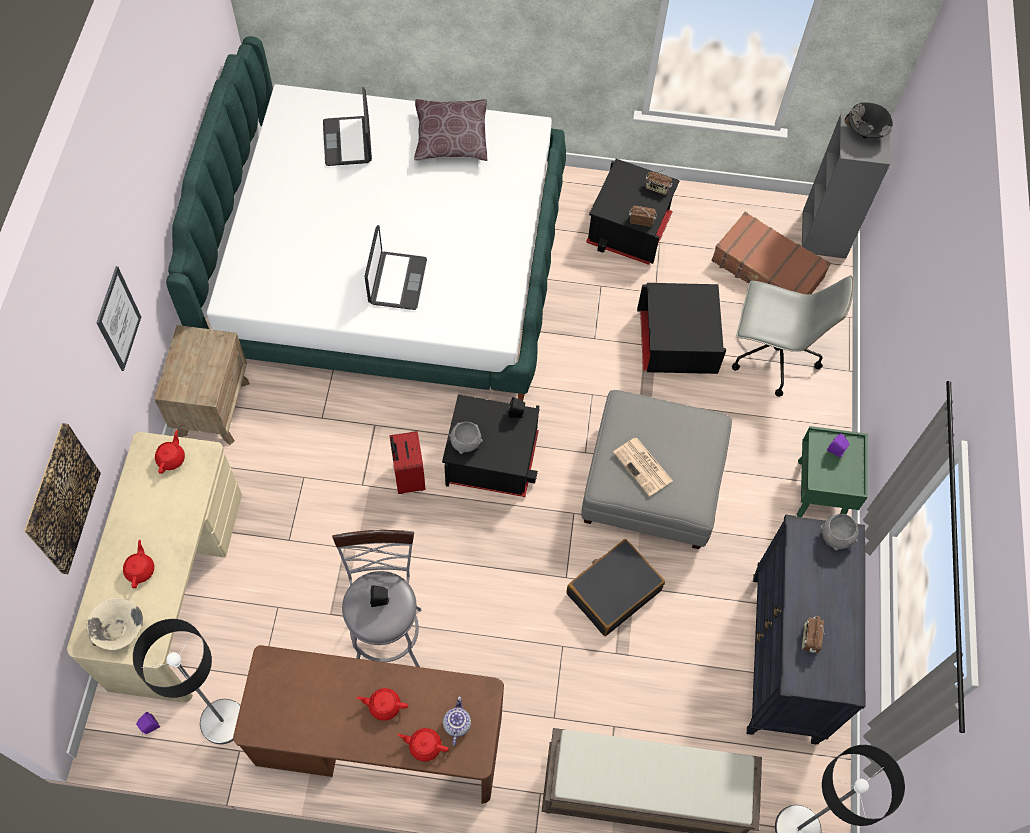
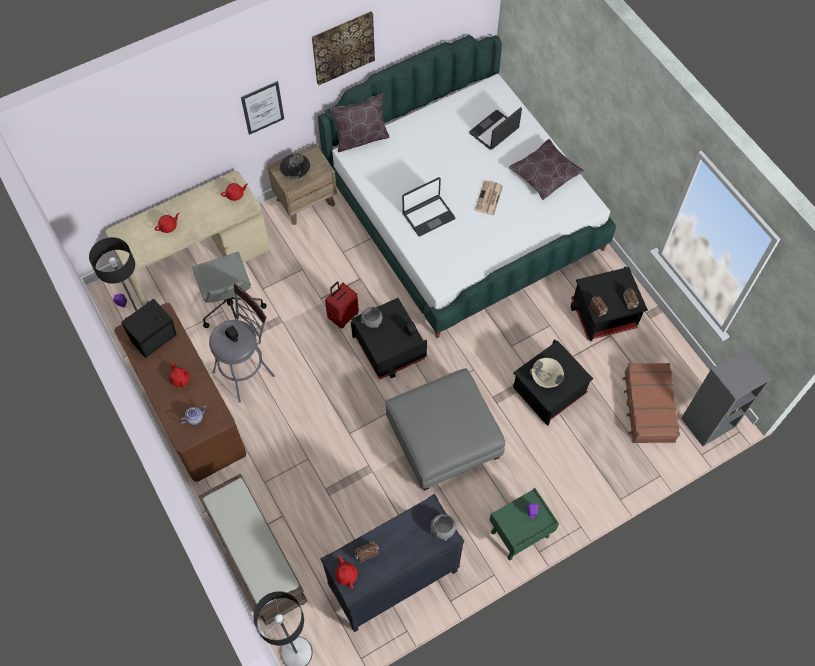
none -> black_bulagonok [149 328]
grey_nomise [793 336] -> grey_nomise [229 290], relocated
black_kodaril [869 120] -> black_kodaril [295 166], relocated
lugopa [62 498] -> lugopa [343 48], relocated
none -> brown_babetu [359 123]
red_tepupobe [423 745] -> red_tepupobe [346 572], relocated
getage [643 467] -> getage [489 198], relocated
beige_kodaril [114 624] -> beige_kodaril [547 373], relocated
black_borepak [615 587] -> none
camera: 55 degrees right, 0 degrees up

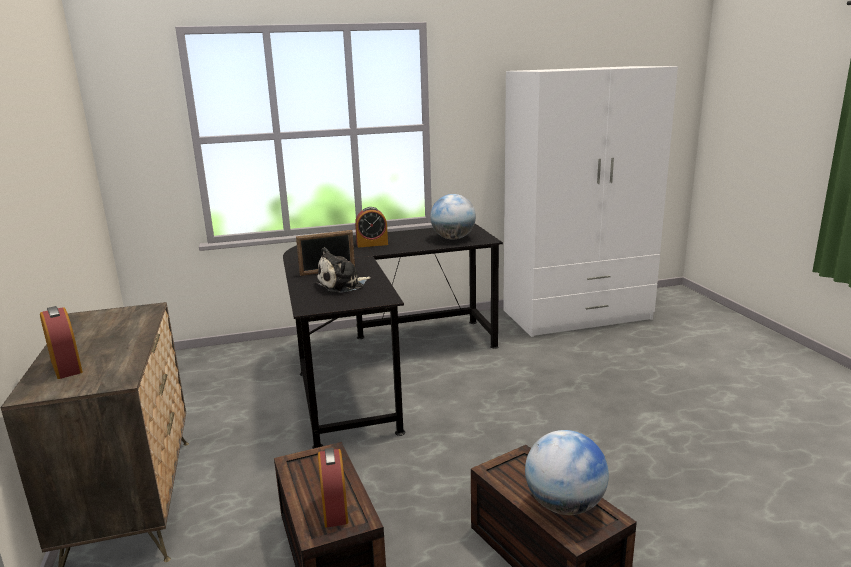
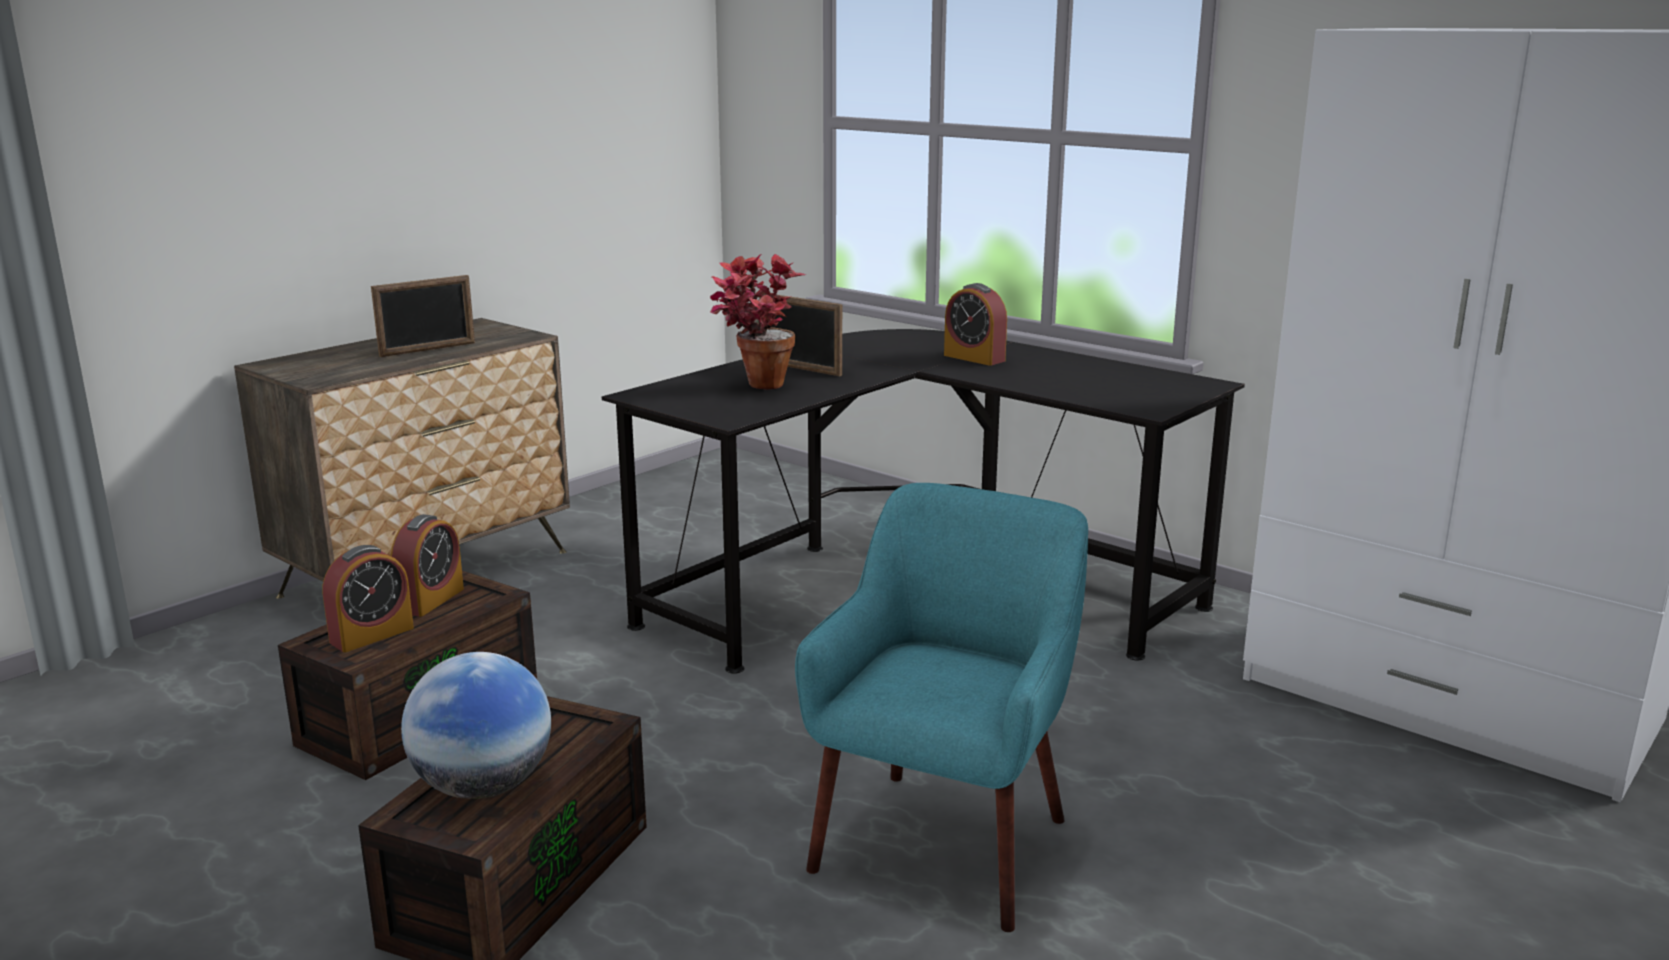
none -> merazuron [423 316]
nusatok [61 342] -> nusatok [427 565], relocated
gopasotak [343 270] -> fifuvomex [758 322]
none -> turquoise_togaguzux [941 707]
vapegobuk [453 217] -> none
camera: 55 degrees right, 0 degrees up

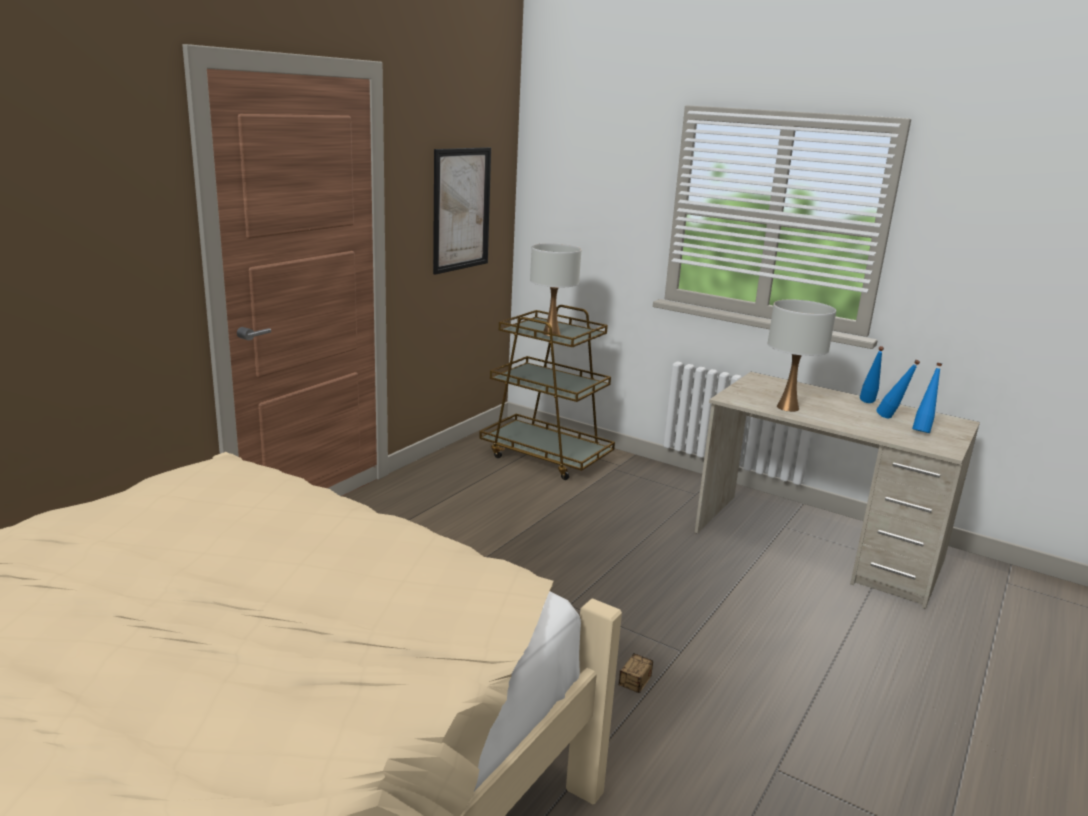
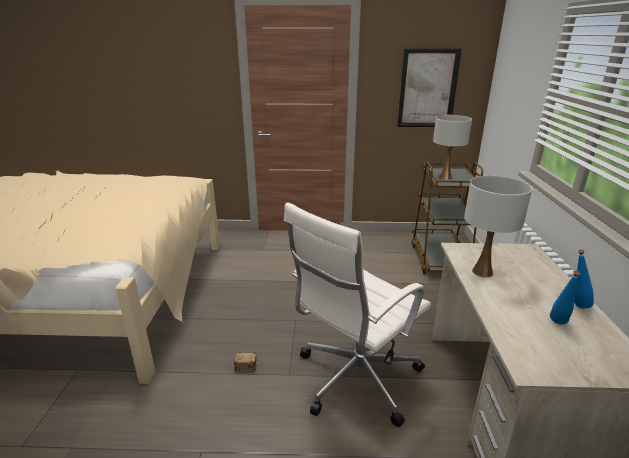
none -> white_nomise [357 315]
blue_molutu [927 398] -> none
camera: 60 degrees right, 5 degrees up

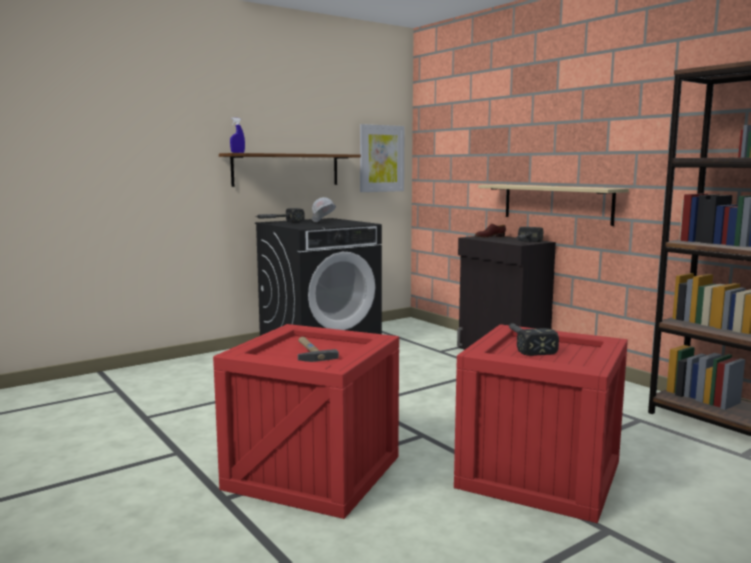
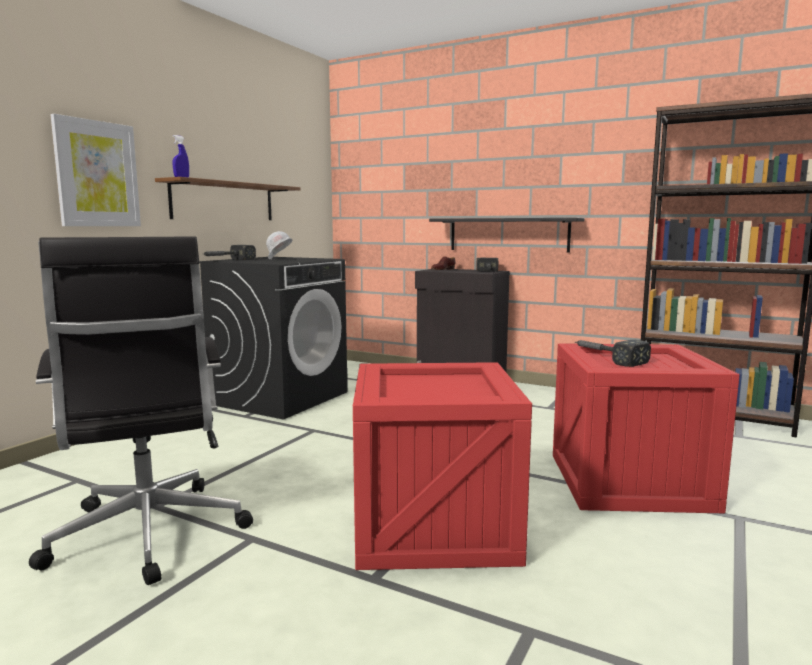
none -> black_nomise [141 410]
lugopa [382 158] -> lugopa [95 170], relocated
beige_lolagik [553 205] -> black_lolagik [507 235]
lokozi [318 349] -> none
camera: 25 degrees left, 0 degrees up

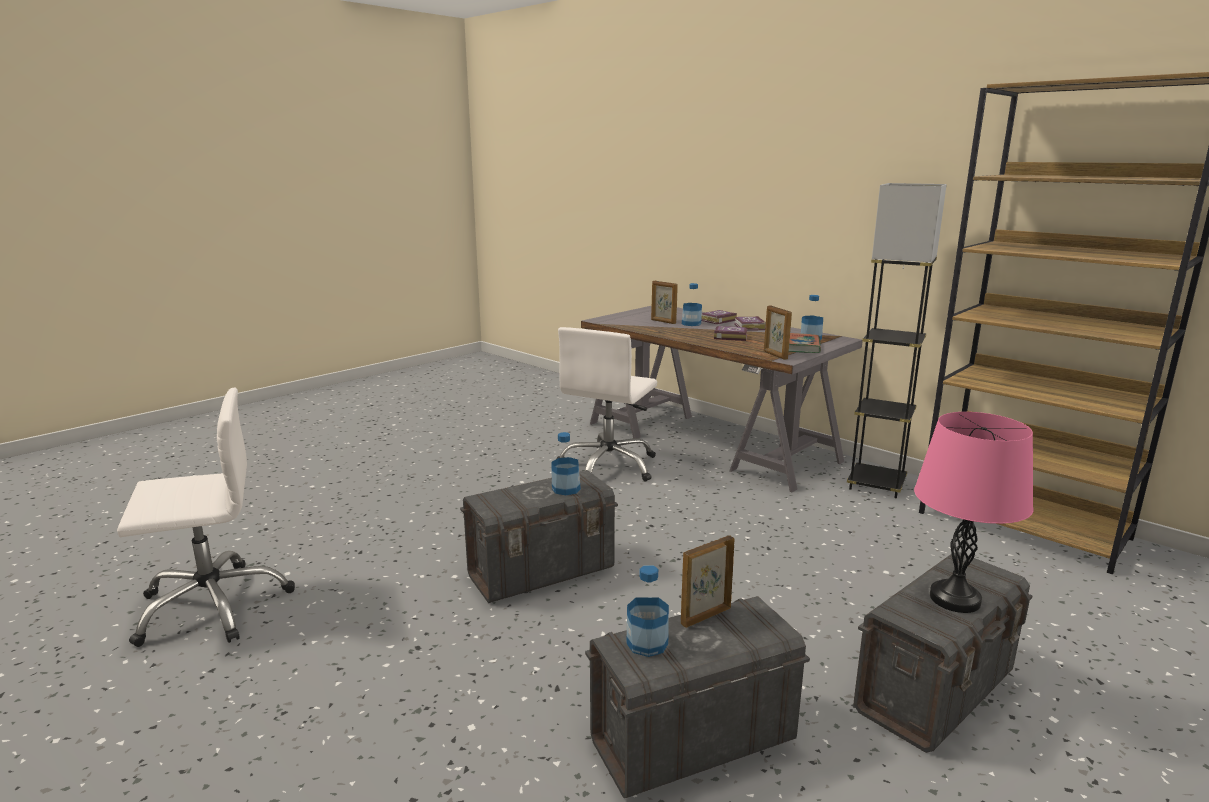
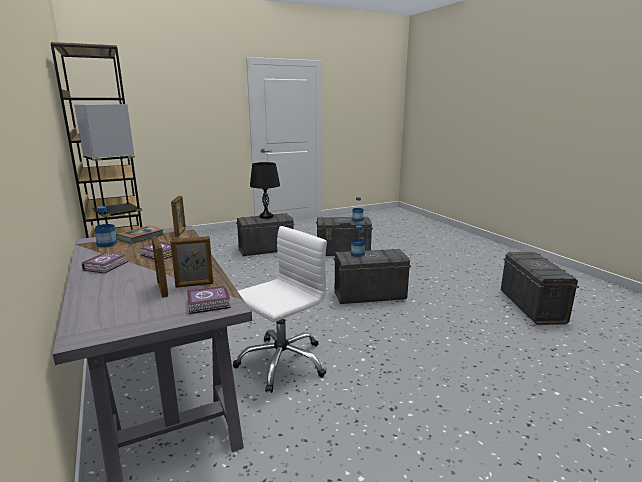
merazuron [708 581] -> merazuron [191 262], relocated
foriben [719 317] -> foriben [209 300], relocated
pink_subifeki [973 512] -> black_subifeki [265 190]
white_nomise [206 517] -> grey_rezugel [540 288]
molutu [692 304] -> none
camera: 160 degrees left, 0 degrees up

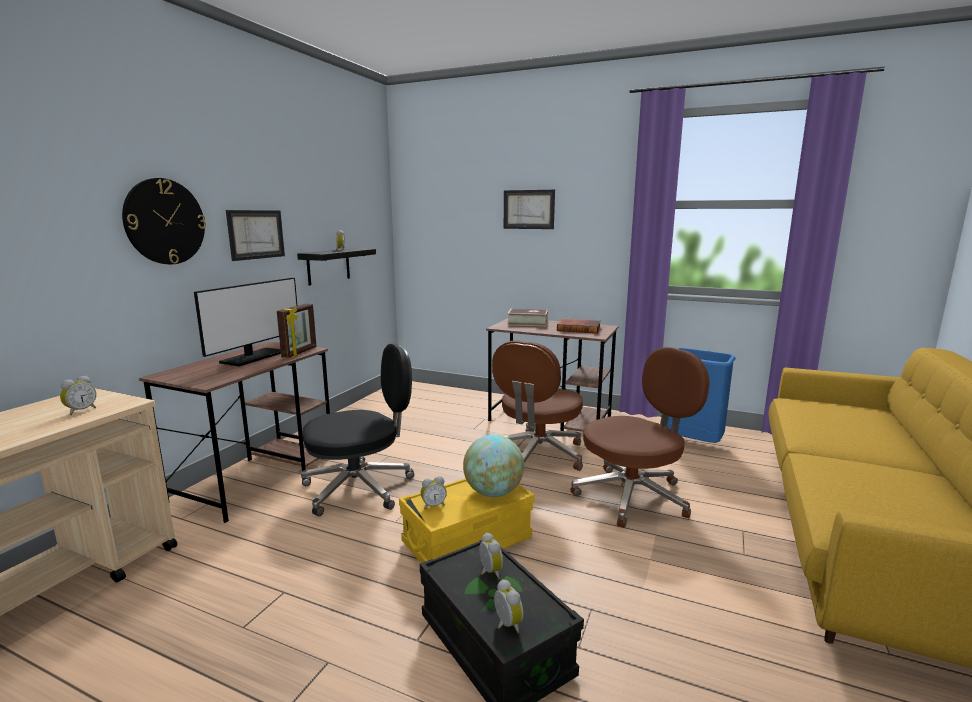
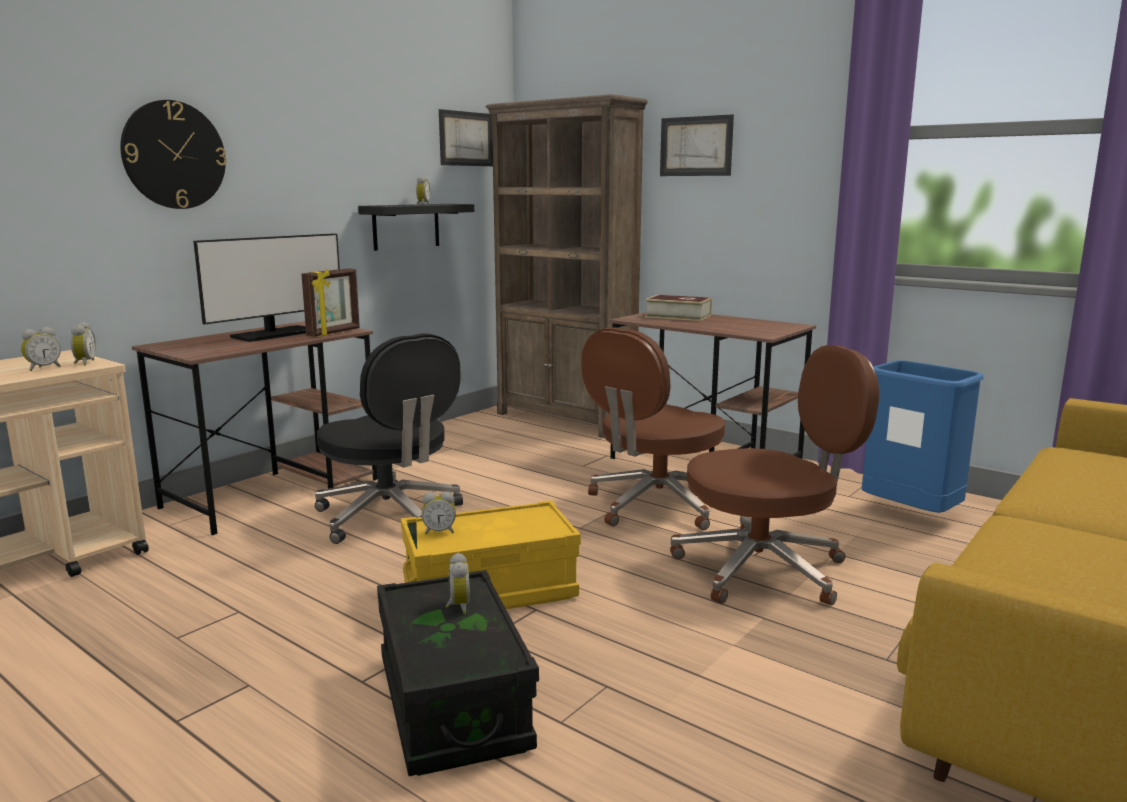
nusatok [509 606] -> nusatok [83 343], relocated
black_nomise [357 430] -> black_nomise [389 439], 60 degrees clockwise
lugopa [255 235] -> lugopa [466 137], relocated
none -> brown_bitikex [566 266]
vapegobuk [493 466] -> none
foriben [578 325] -> none
camera: 15 degrees right, 0 degrees up

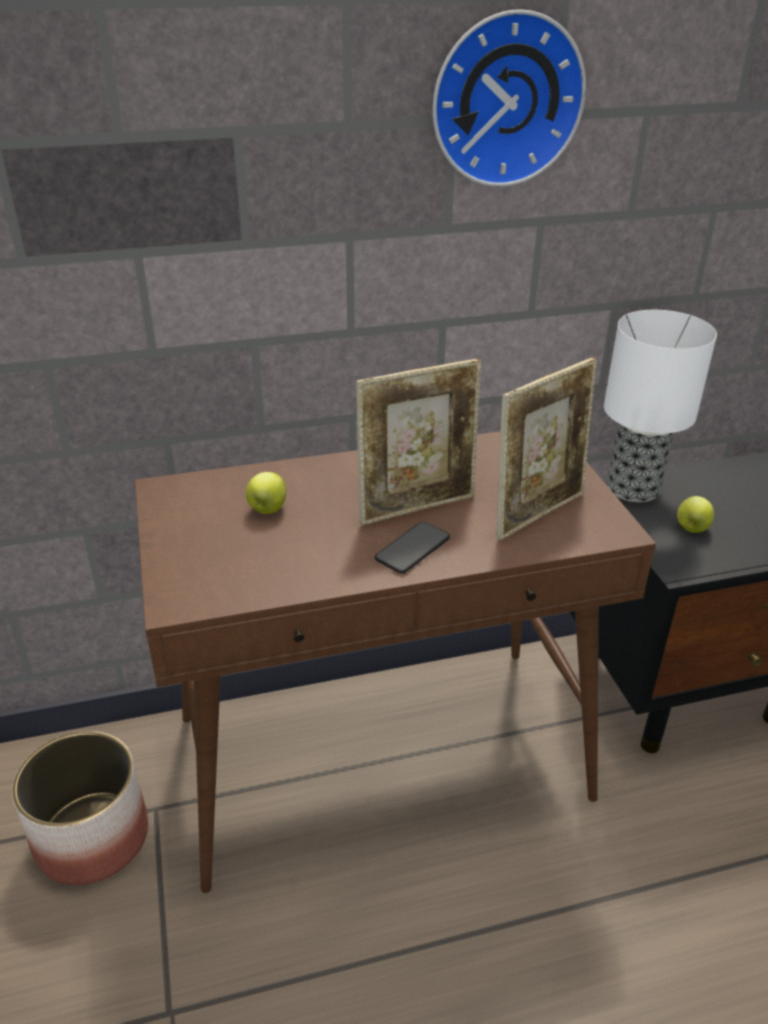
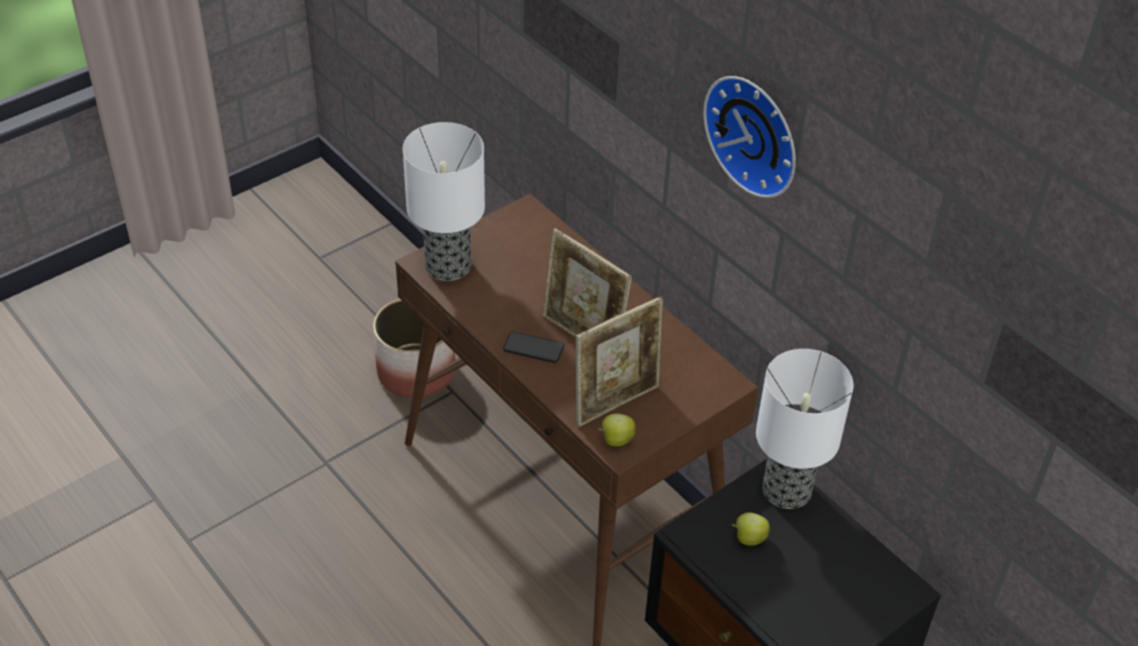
none -> subifeki [444 201]
merazuron [547 448] -> merazuron [619 361], 60 degrees counterclockwise
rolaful [266 493] -> rolaful [617 429], relocated
camera: 65 degrees right, 10 degrees up

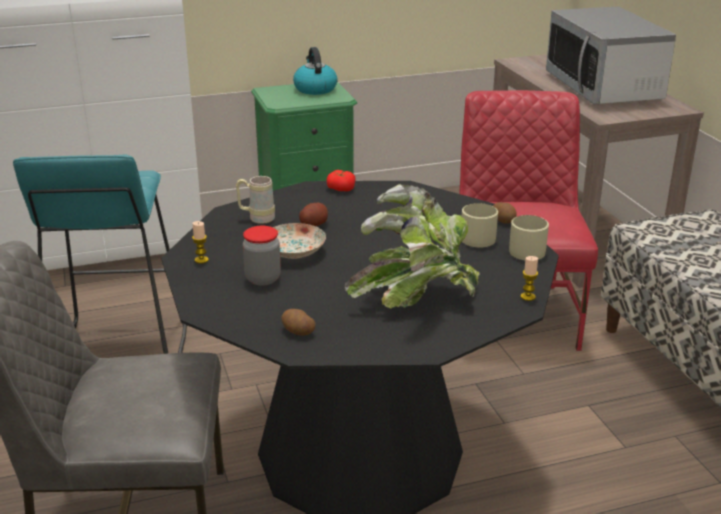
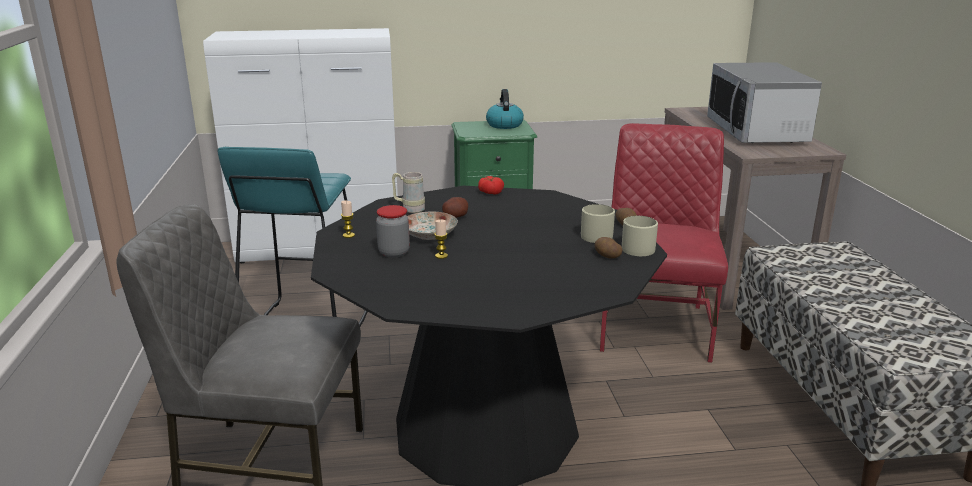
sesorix [529 278] -> sesorix [441 239], relocated
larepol [298 322] -> larepol [608 248], relocated
fifuvomex [412 246] -> none
camera: 10 degrees right, 5 degrees down

